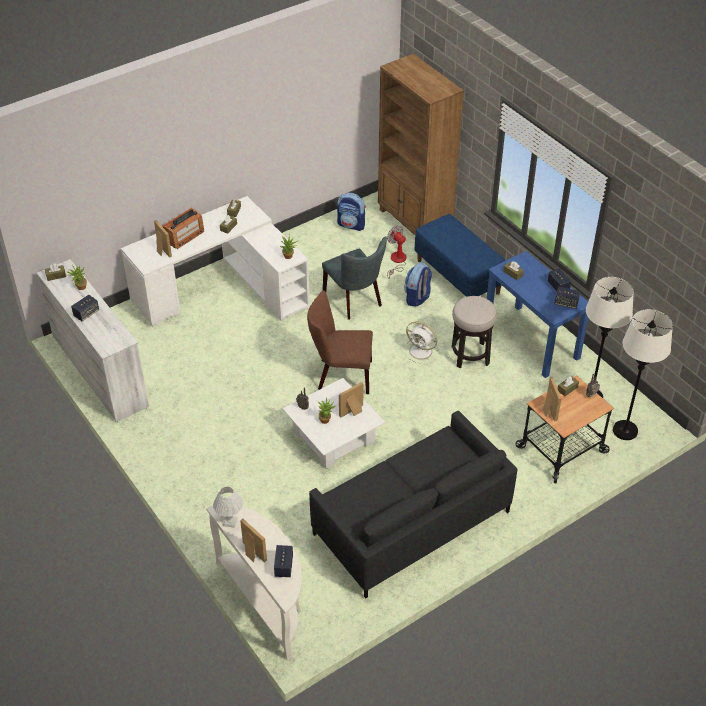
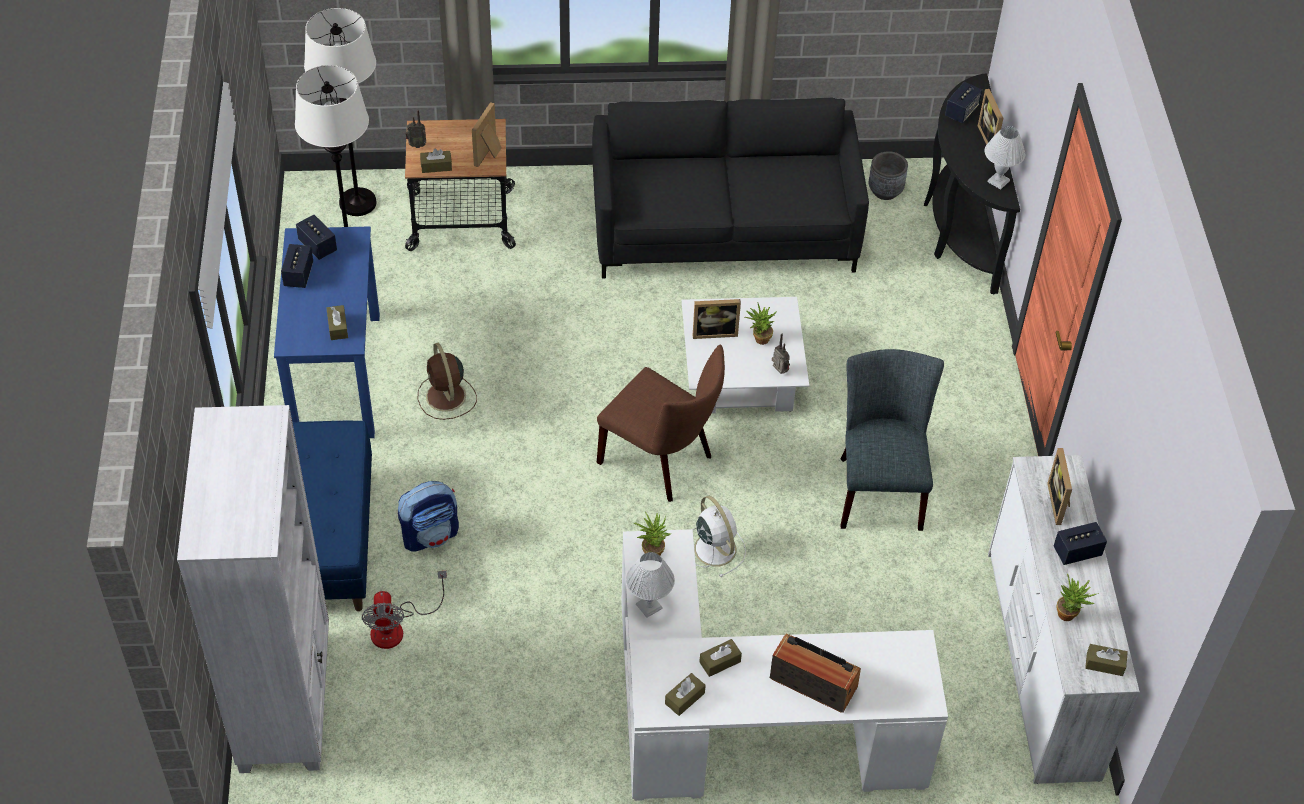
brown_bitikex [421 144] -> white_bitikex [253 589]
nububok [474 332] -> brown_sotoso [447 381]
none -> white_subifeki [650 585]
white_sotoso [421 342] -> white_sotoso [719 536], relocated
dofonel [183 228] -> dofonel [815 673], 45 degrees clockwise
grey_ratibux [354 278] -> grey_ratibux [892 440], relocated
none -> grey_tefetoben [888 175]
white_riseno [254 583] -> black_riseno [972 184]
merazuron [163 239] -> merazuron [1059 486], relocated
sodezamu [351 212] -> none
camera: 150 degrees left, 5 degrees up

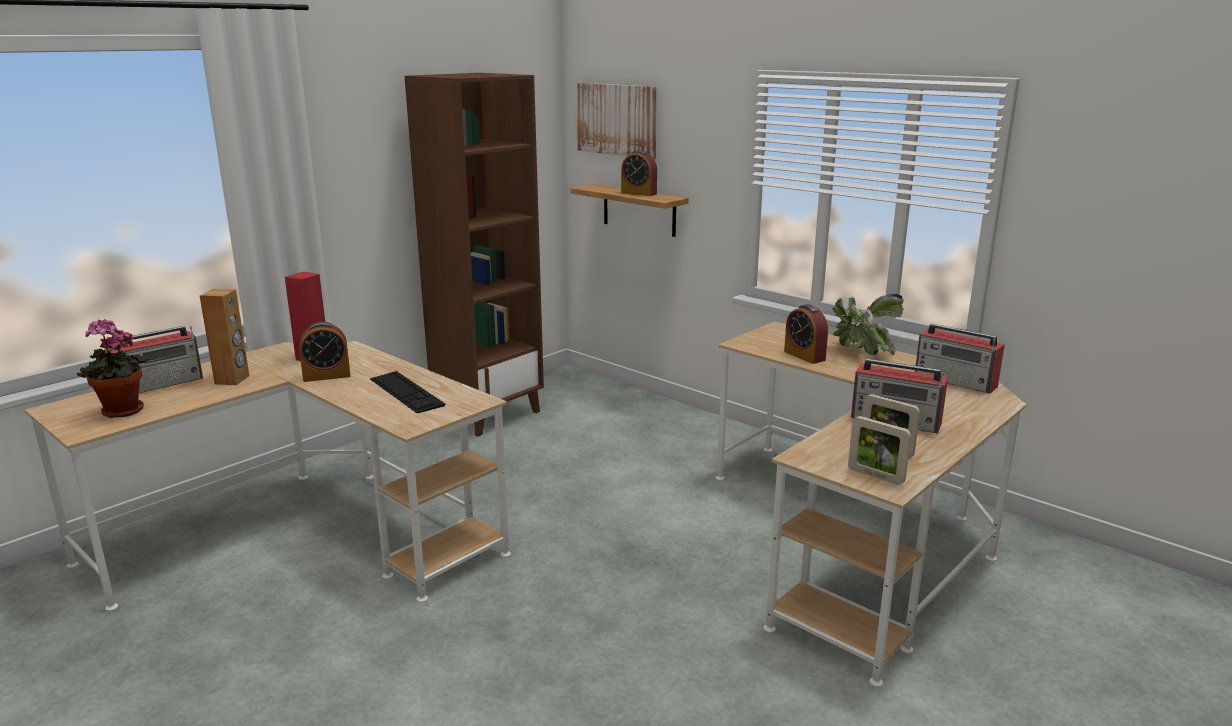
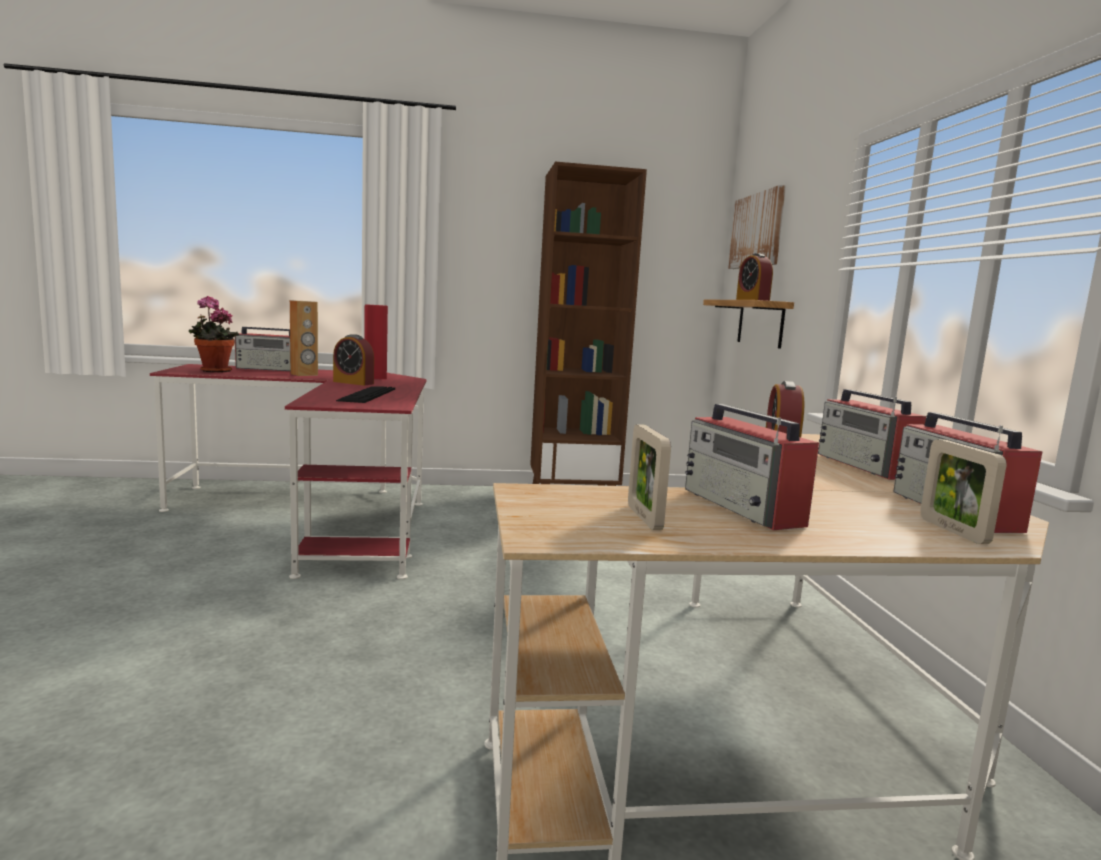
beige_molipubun [268 476] -> red_molipubun [288 471]
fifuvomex [868 324] -> dofonel [872 434]
merazuron [879 450] -> merazuron [963 491], relocated
camera: 40 degrees right, 10 degrees down

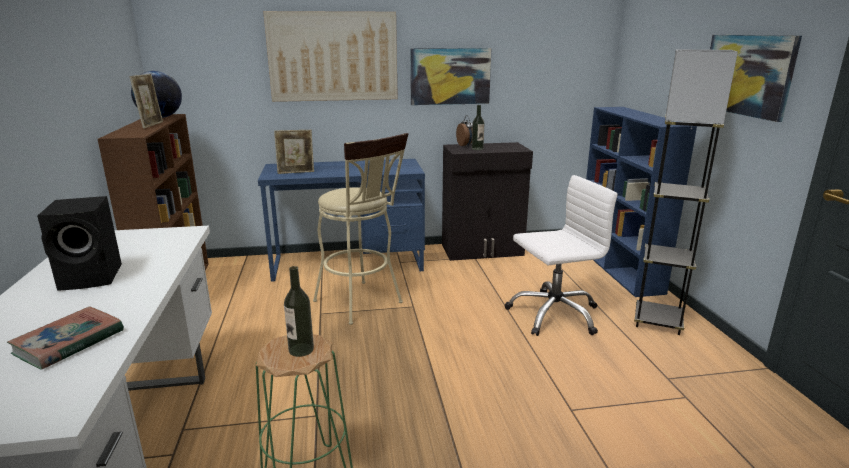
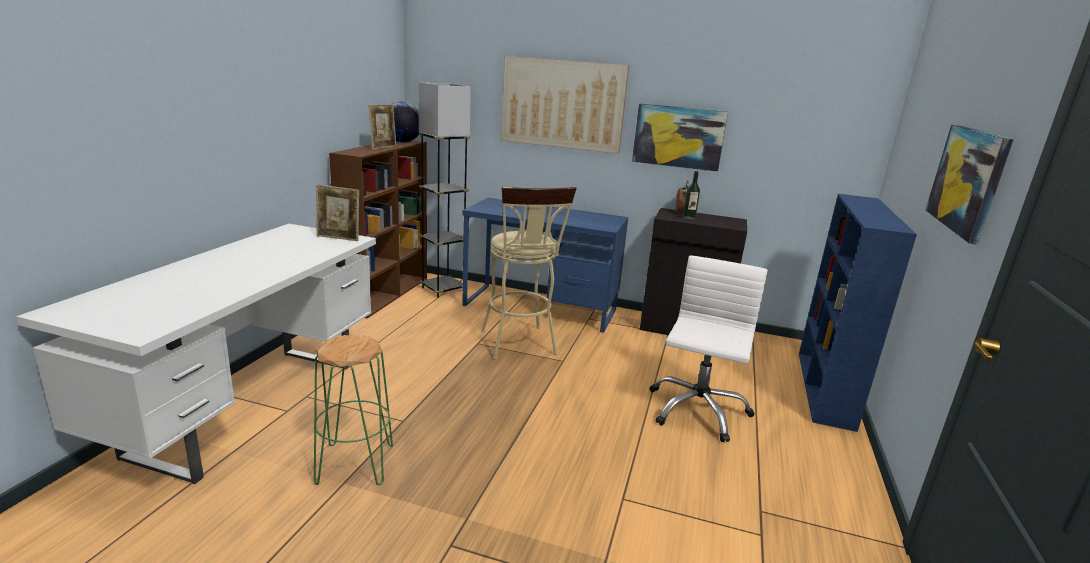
merazuron [294 152] -> merazuron [337 212], relocated
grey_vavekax [686 192] -> grey_vavekax [445 190], relocated
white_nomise [561 255] -> white_nomise [709 348], 75 degrees counterclockwise
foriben [65 338] -> none
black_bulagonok [79 243] -> none
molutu [299 311] -> none
camera: 25 degrees right, 0 degrees up

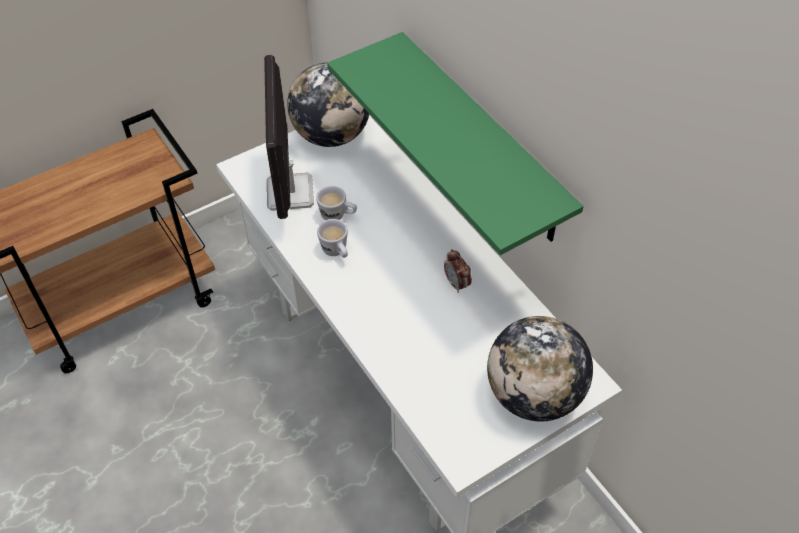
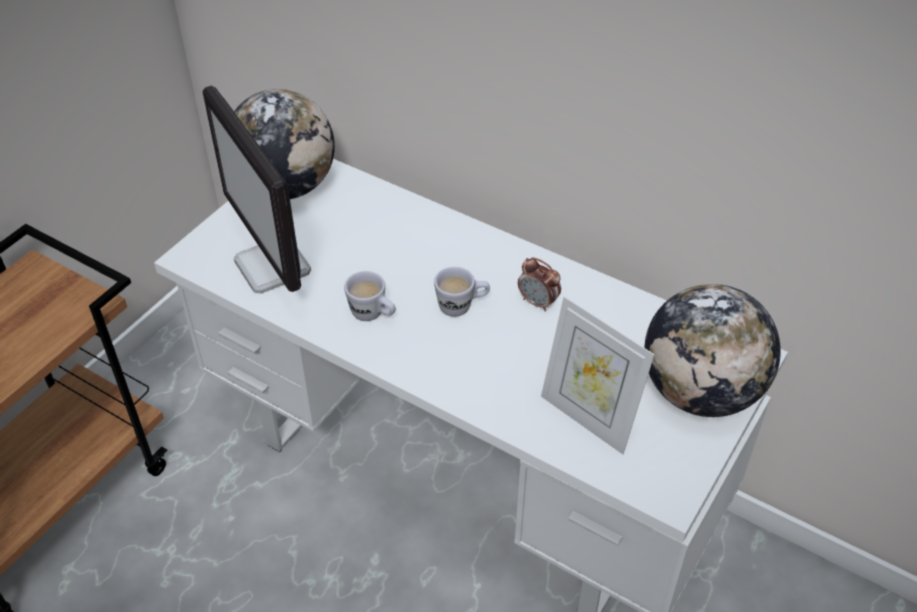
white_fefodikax [336 203] -> white_fefodikax [462 292], relocated
none -> merazuron [598 375]
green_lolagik [455 143] -> none
camera: 25 degrees left, 5 degrees down

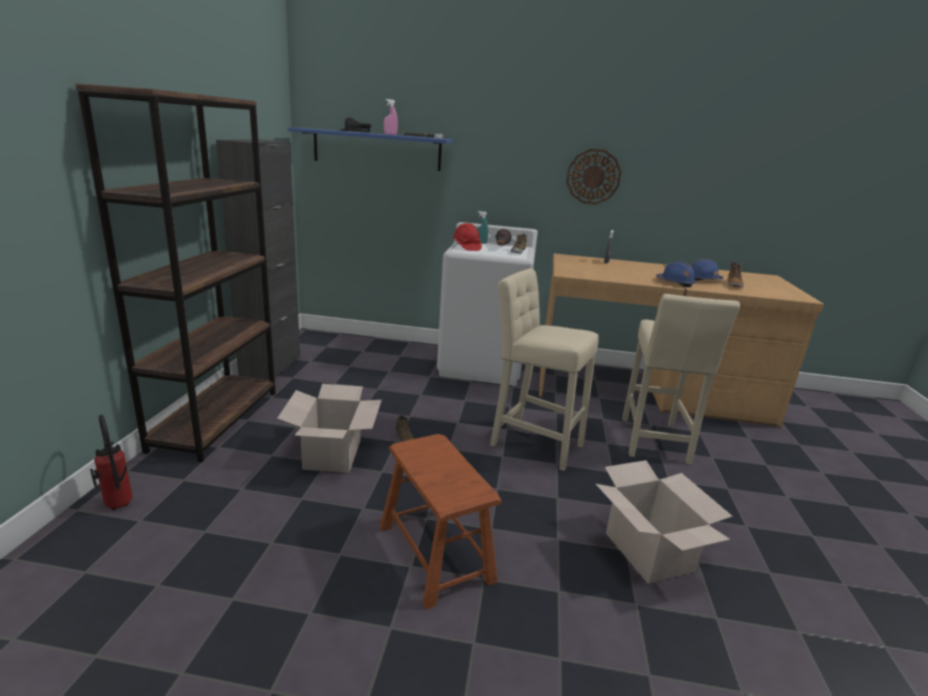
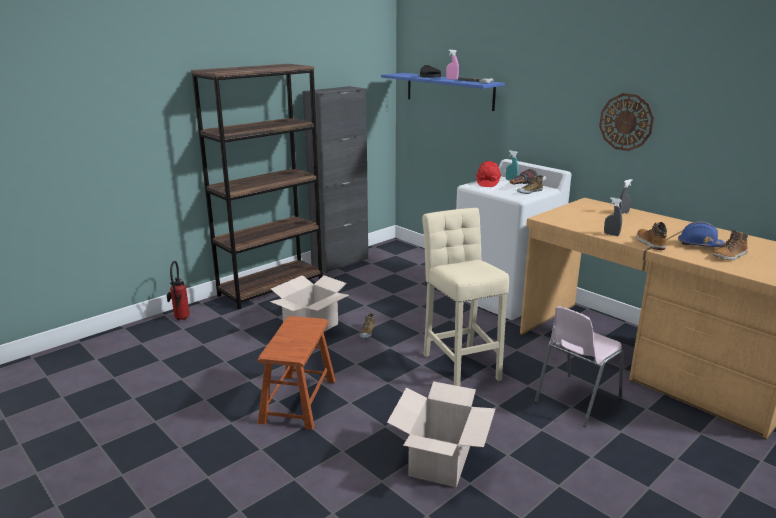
beige_nububok [681 379] -> pink_ratibux [579 366]
none -> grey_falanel [613 216]
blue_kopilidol [676 274] -> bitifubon [652 236]
camera: 40 degrees right, 0 degrees up

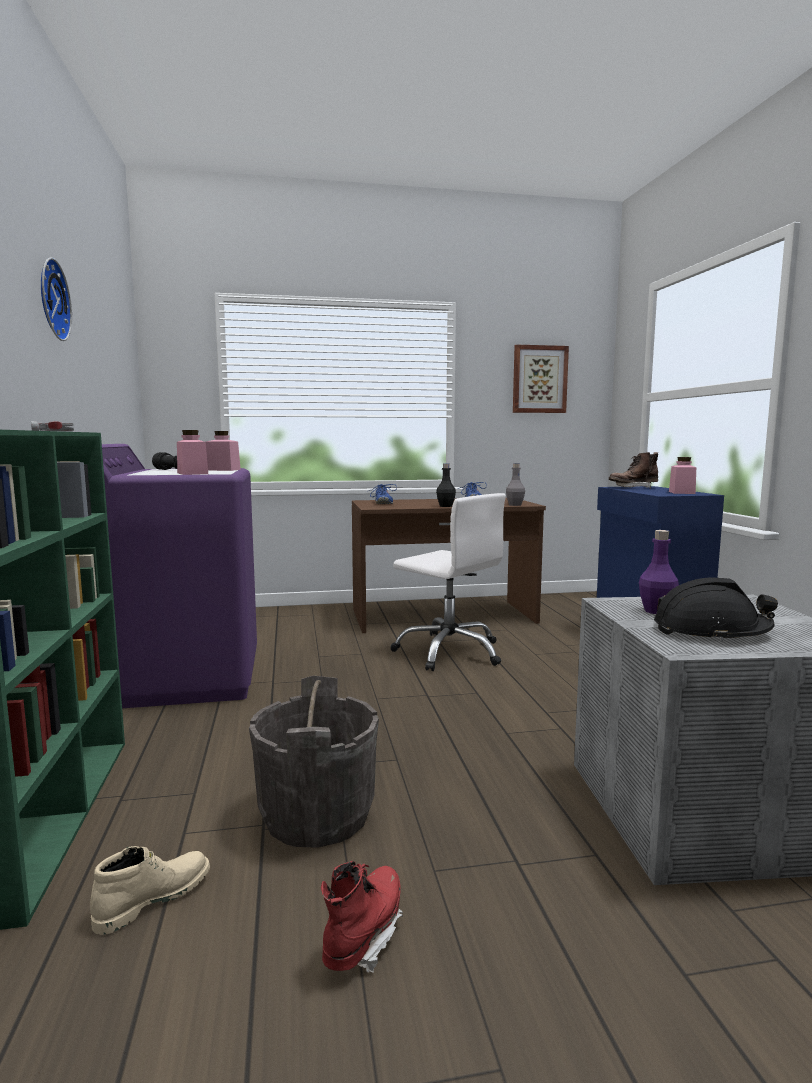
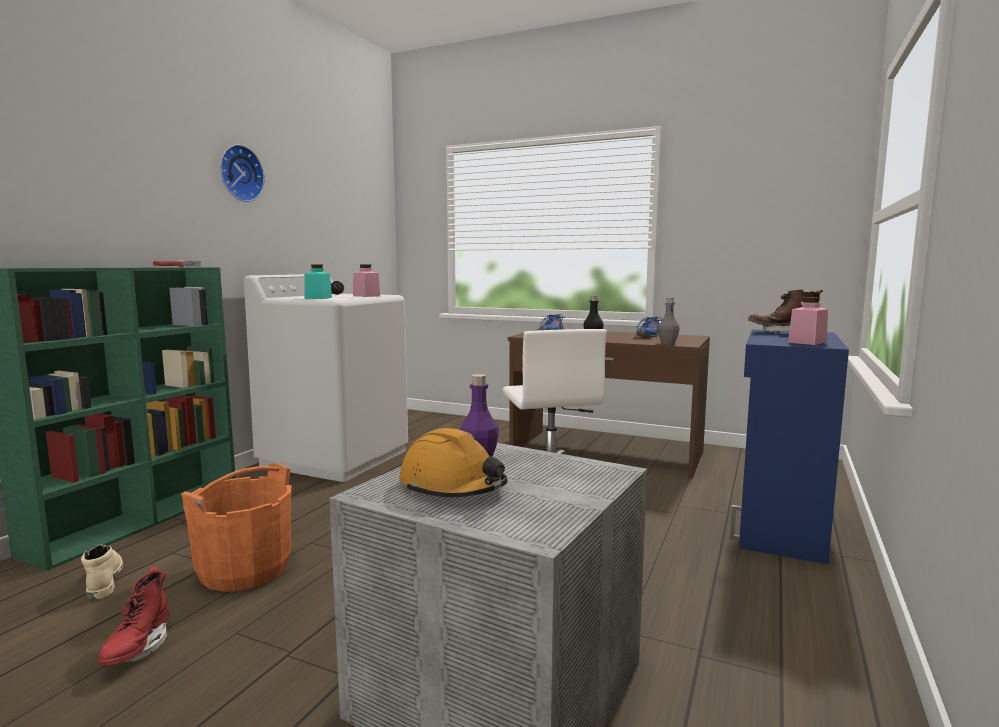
beige_bitifubon [150 890] -> beige_bitifubon [102 572], 105 degrees counterclockwise
red_bitifubon [362 917] -> red_bitifubon [133 616], 120 degrees clockwise
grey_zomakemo [314 761] -> orange_zomakemo [236 527]
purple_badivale [179 576] -> white_badivale [326 378]
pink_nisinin [192 452] -> turquoise_nisinin [318 281]
black_kopilidol [716 609] -> orange_kopilidol [453 462]
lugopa [541 379] -> none
camera: 35 degrees right, 0 degrees up

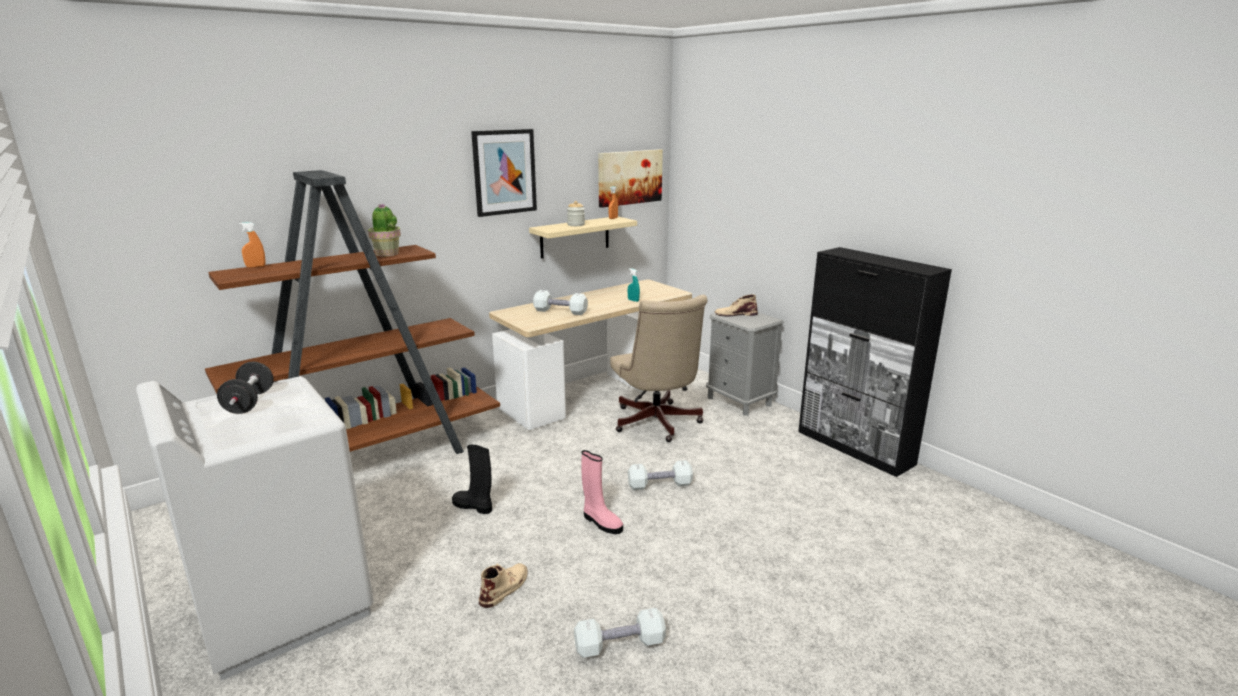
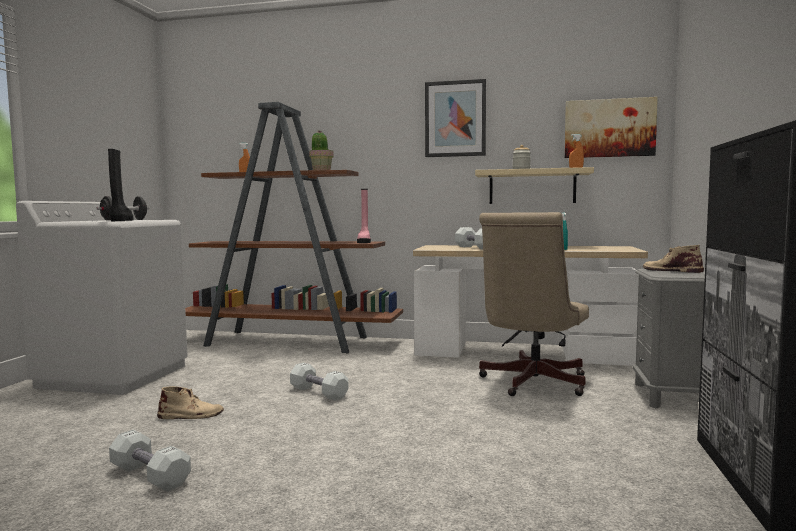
black_bitifubon [472 479] -> black_bitifubon [121 185], relocated
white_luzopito [660 475] -> white_luzopito [319 381], relocated
pink_bitifubon [602 492] -> pink_bitifubon [364 216], relocated
camera: 50 degrees right, 15 degrees down

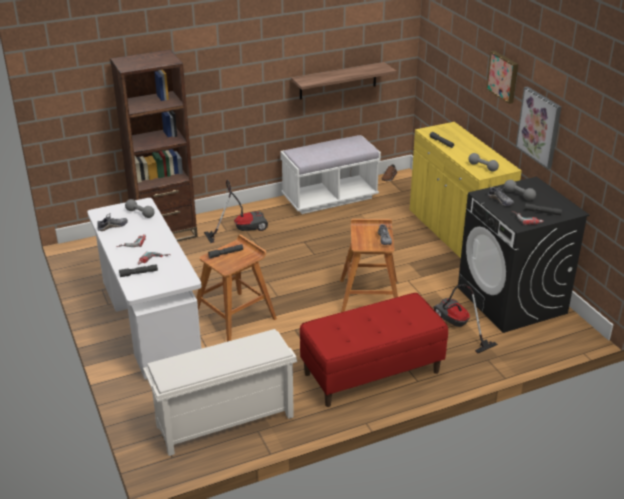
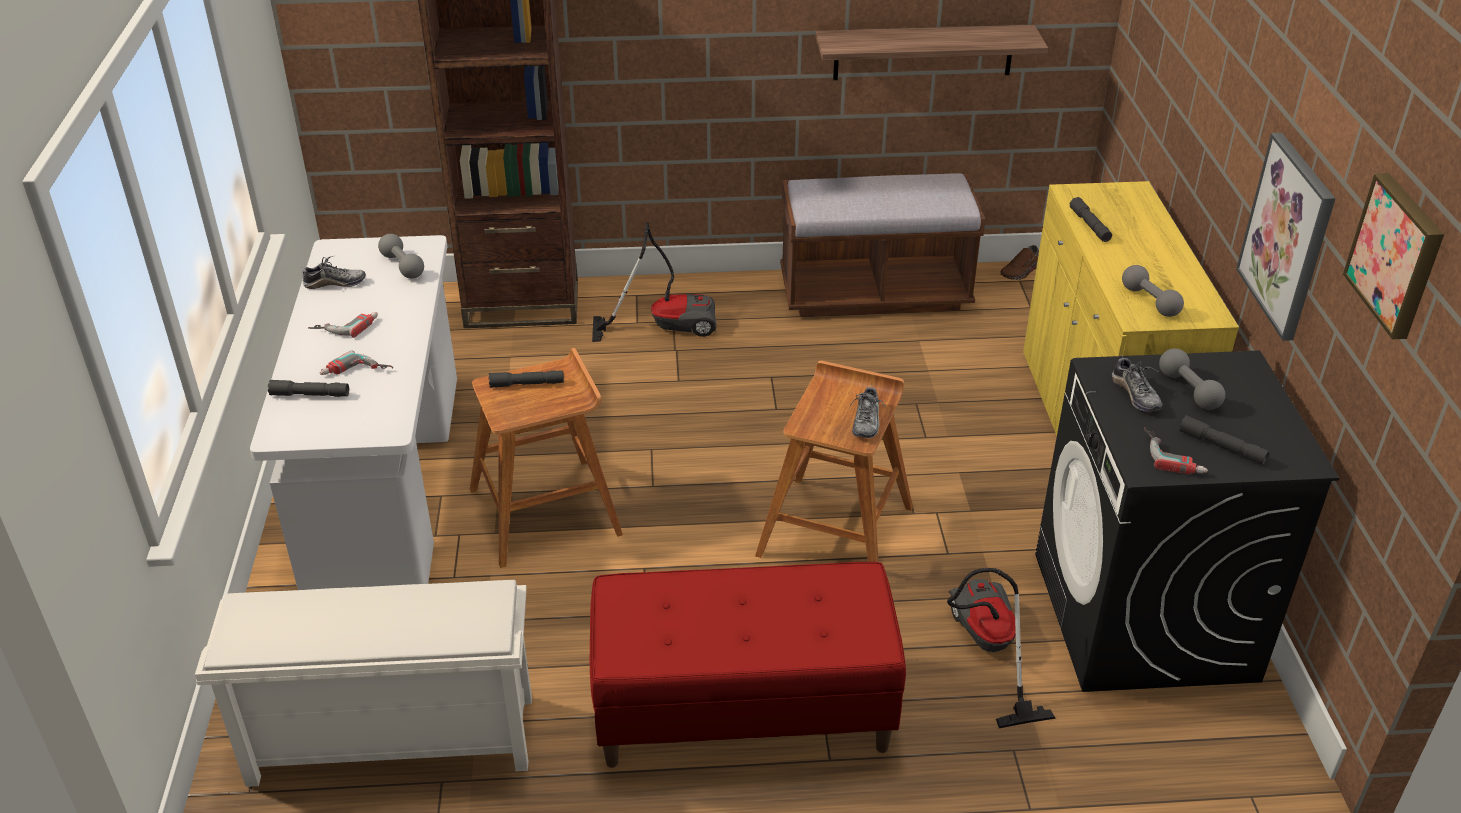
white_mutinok [330 174] -> brown_mutinok [882 245]
lugopa [502 77] -> lugopa [1393 256], relocated
camera: 20 degrees right, 5 degrees up

